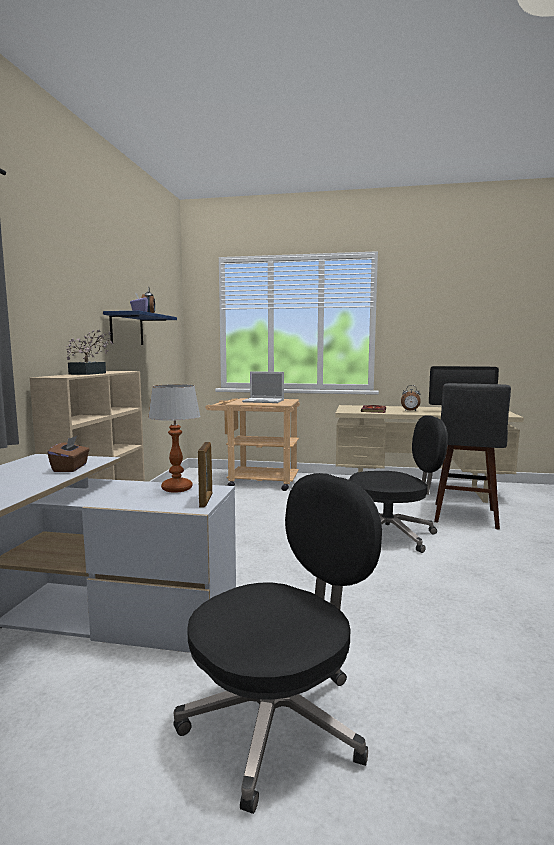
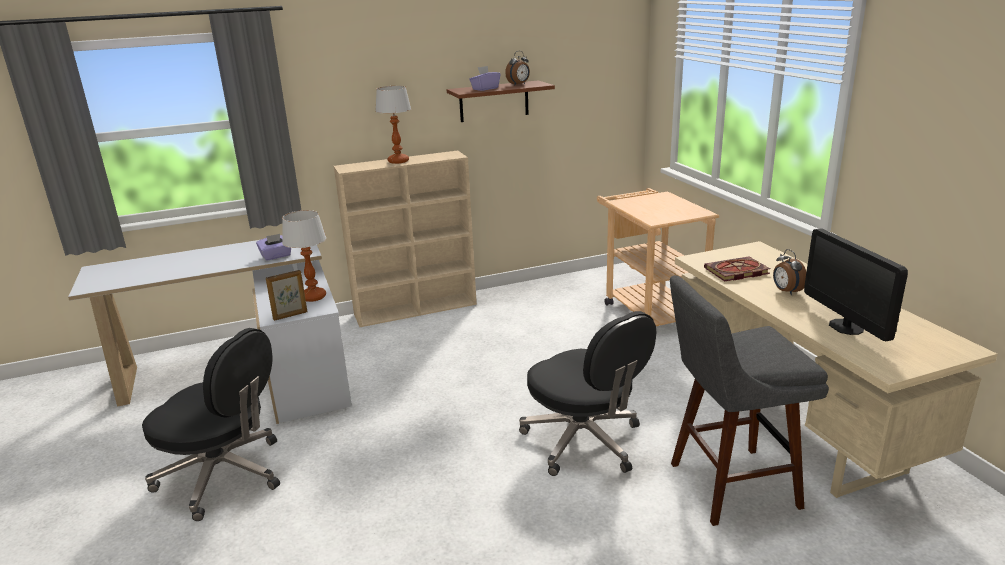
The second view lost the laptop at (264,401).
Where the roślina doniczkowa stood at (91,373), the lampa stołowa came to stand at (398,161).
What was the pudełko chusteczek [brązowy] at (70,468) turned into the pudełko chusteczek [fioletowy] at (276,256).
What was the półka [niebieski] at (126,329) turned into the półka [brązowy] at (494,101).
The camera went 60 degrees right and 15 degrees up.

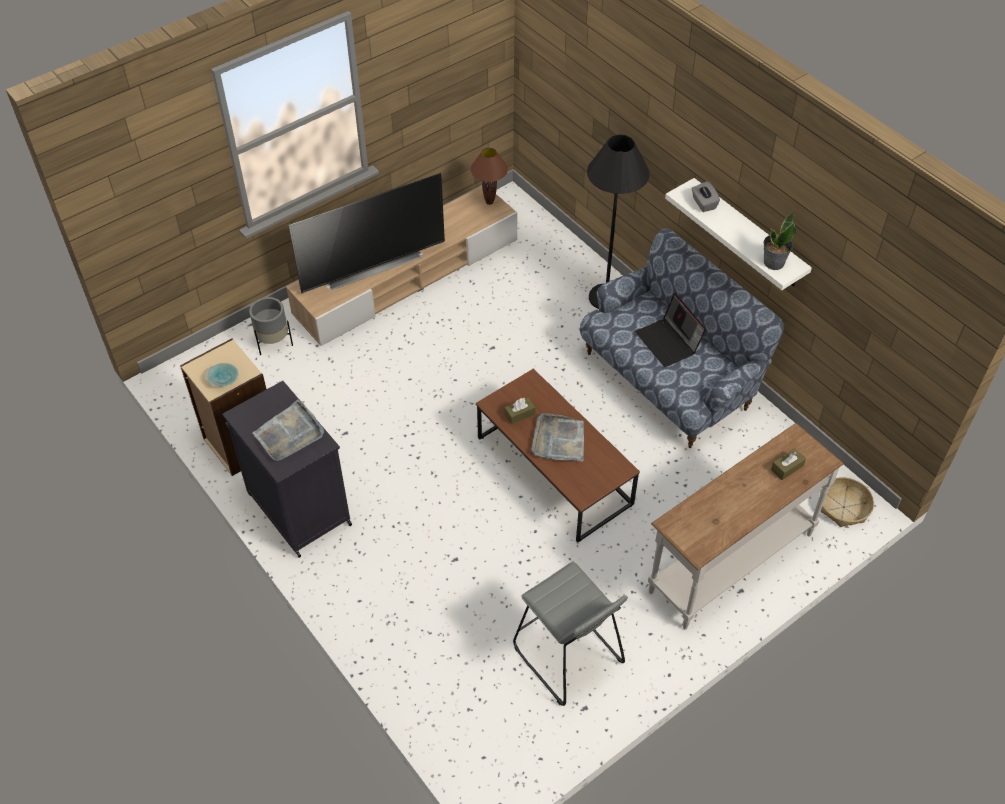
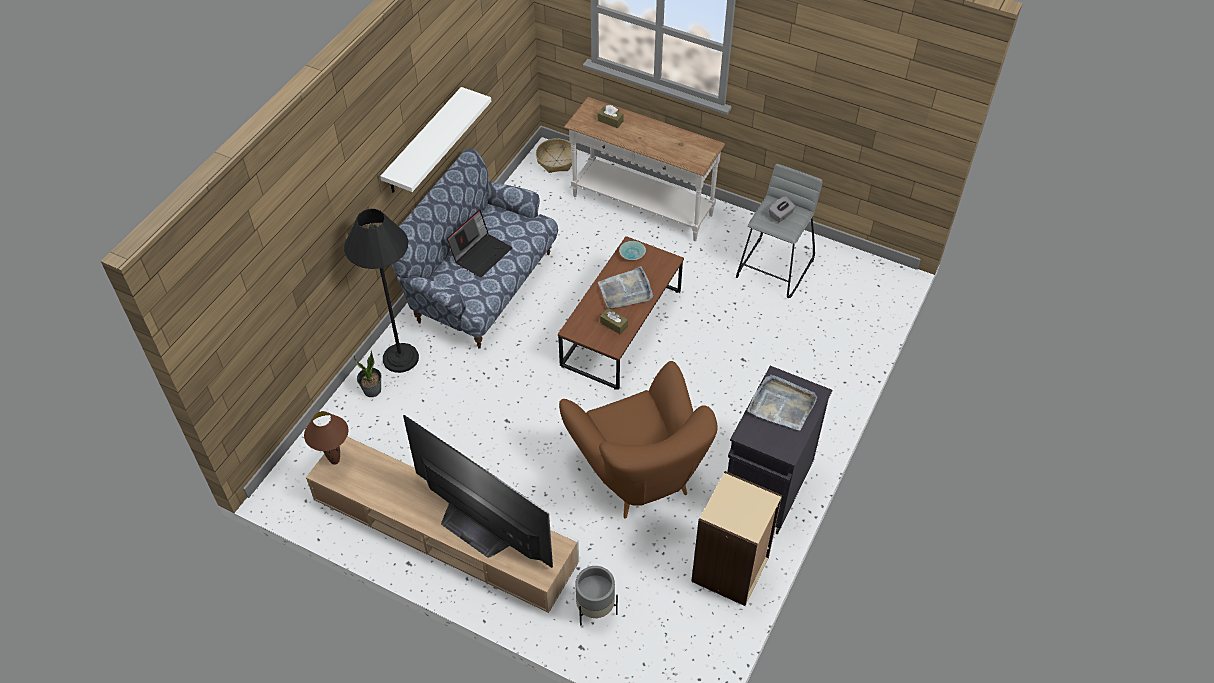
The second view gained the fotel [brązowy] at (639,475).
The miska [turkusowy] ended up elsewhere, having gone from (223,378) to (631,254).
The pudełko chusteczek [szary] ended up elsewhere, having gone from (703,203) to (781,215).
The roślina doniczkowa ended up elsewhere, having gone from (773,262) to (372,390).
The camera went 115 degrees left and 0 degrees up.

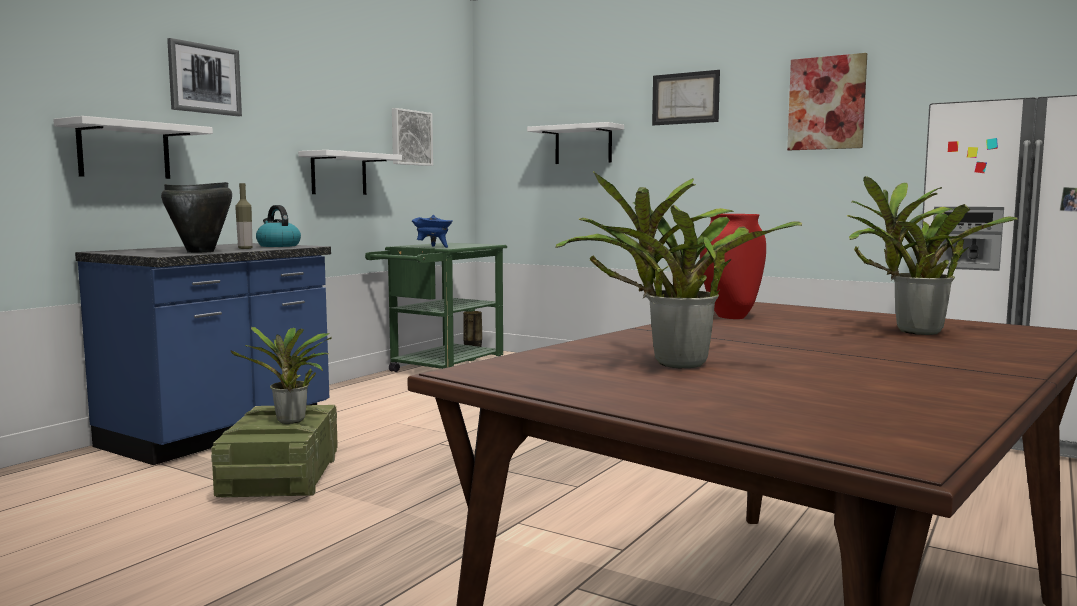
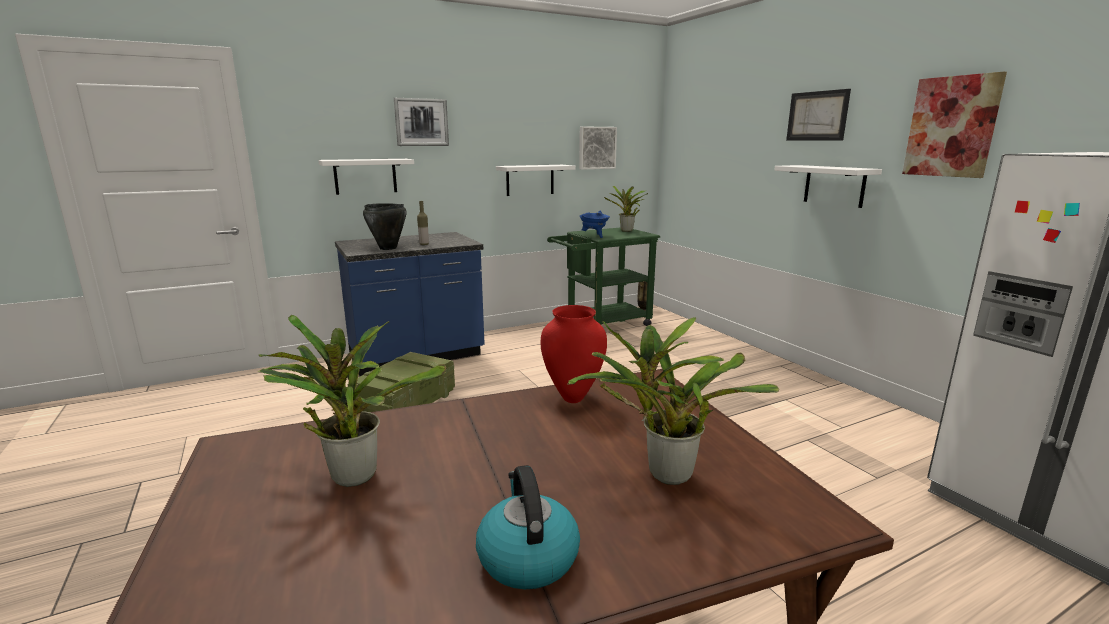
The roślina doniczkowa ended up elsewhere, having gone from (291,422) to (626,231).
The czajnik ended up elsewhere, having gone from (278,246) to (527,556).
The półka [biały] ended up elsewhere, having gone from (583,145) to (834,185).
The camera went 30 degrees right and 10 degrees up.

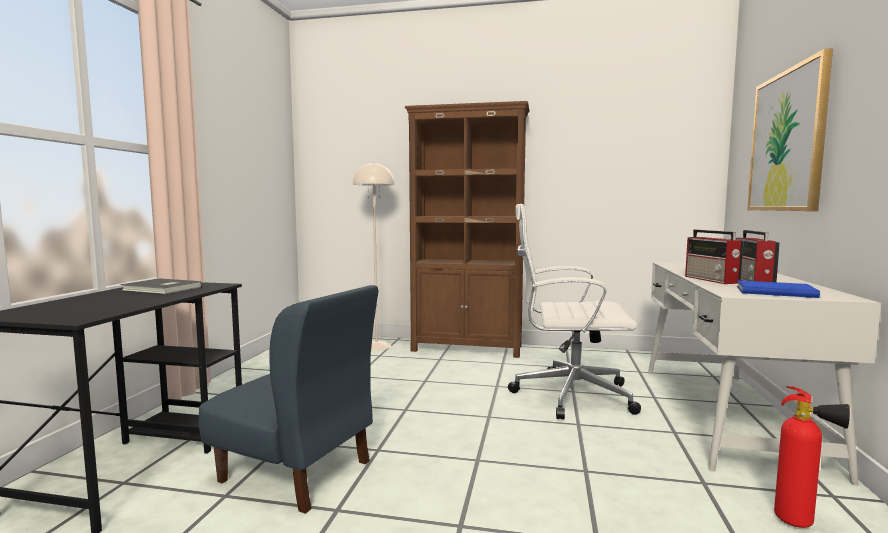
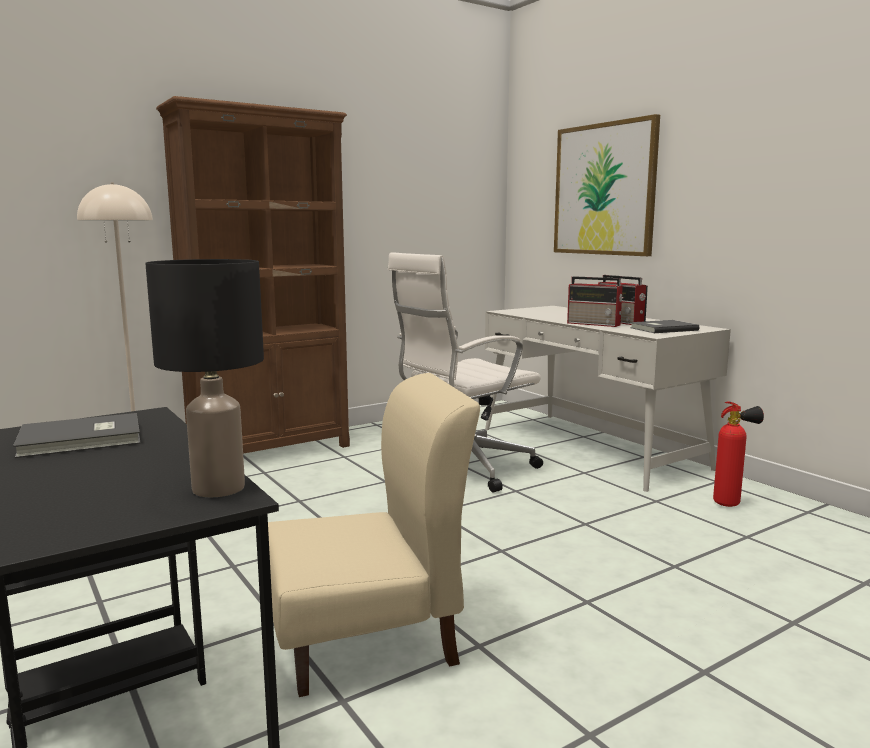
The second view gained the lampa stołowa [czarny] at (220,488).
What was the krzesło [niebieski] at (296,471) turned into the krzesło [beżowy] at (366,640).
What was the książka [niebieski] at (773,291) turned into the książka [szary] at (662,329).
The camera went 45 degrees left and 5 degrees up.

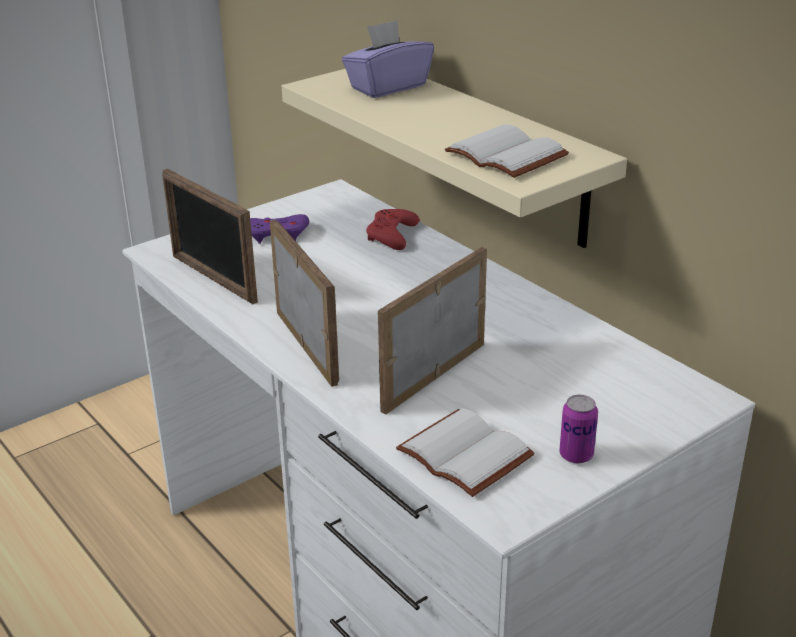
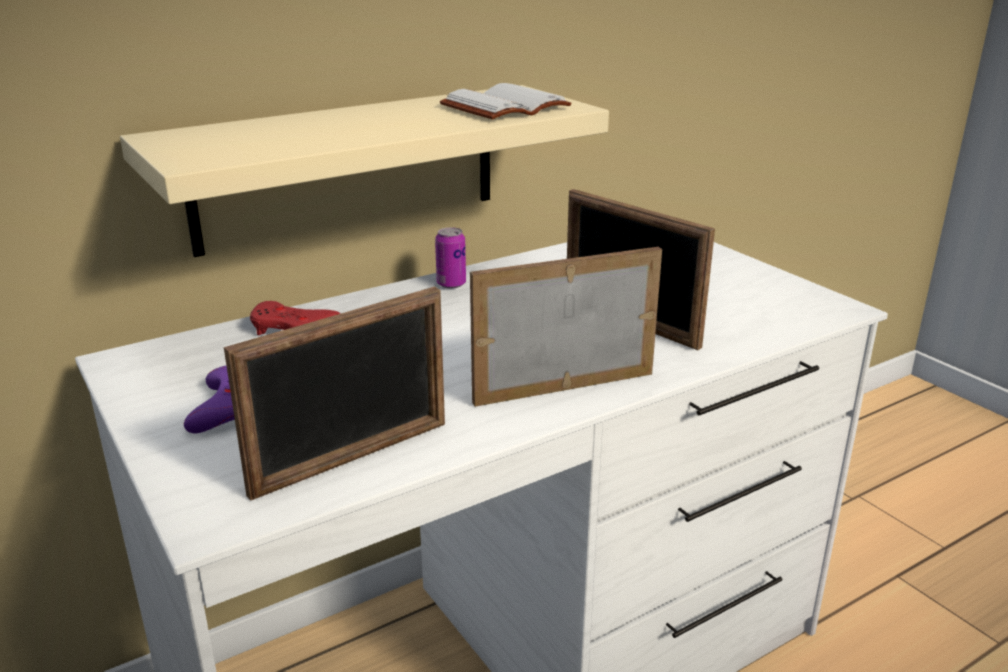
The second view lost the pudełko chusteczek [fioletowy] at (387,87).
The second view lost the książka [biały] at (461,455).
The puszka ended up elsewhere, having gone from (576,455) to (451,284).
The camera went 85 degrees left and 5 degrees down.

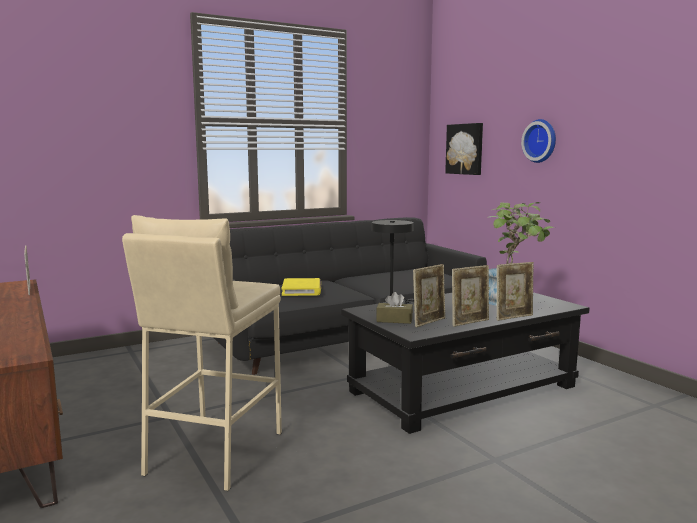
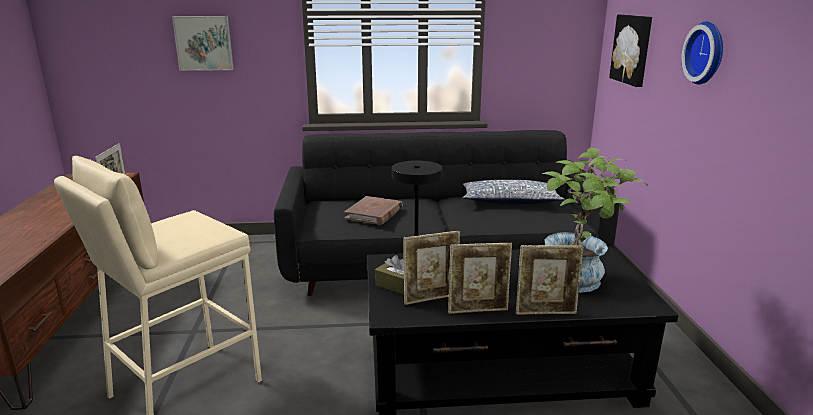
The second view gained the obraz at (204,43).
The second view gained the poduszka at (509,201).
What was the książka [żółty] at (302,290) turned into the książka [brązowy] at (374,213).
The camera went 25 degrees right and 10 degrees up.

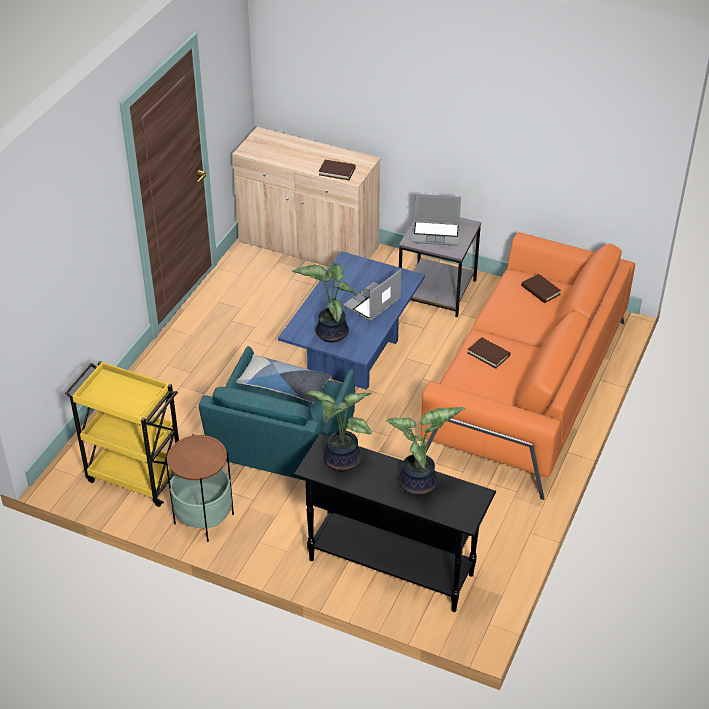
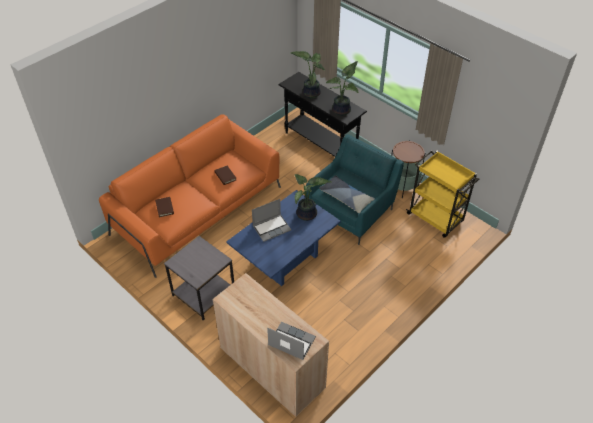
The second view lost the książka [brązowy] at (337,171).
The laptop ended up elsewhere, having gone from (436,234) to (291,342).
The camera went 160 degrees left and 5 degrees up.

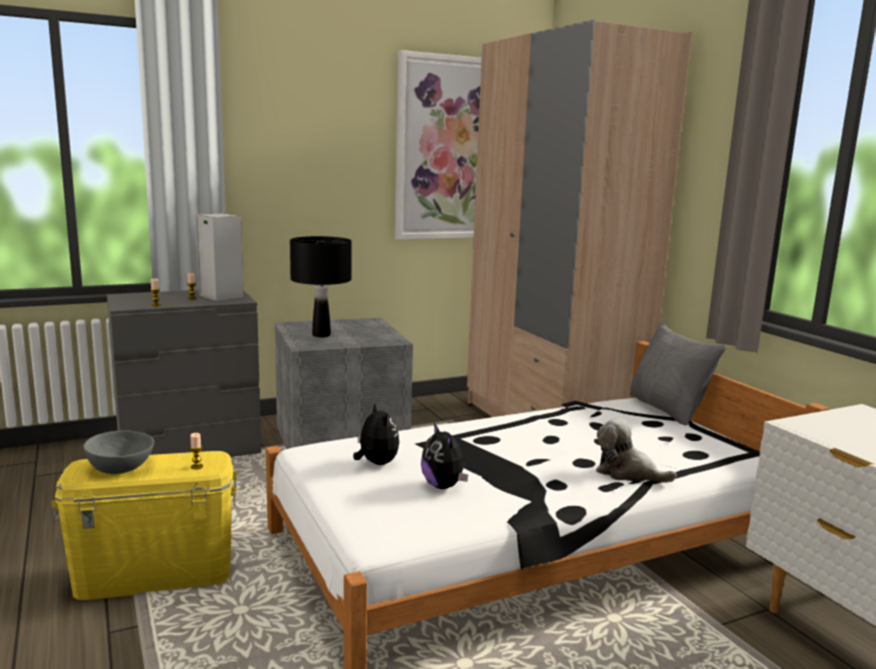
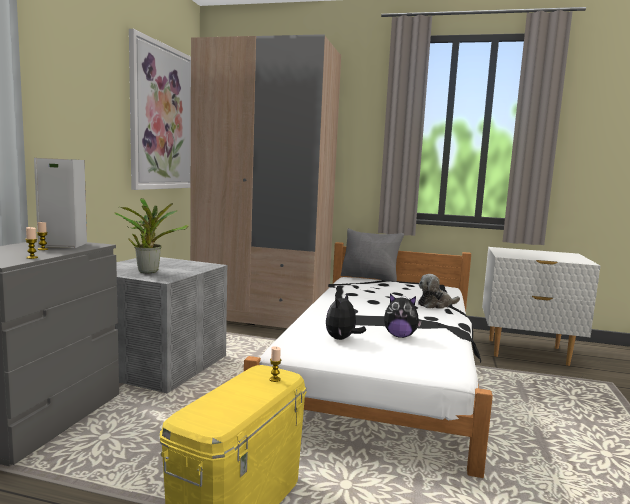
The second view lost the miska [szary] at (119,468).
Where the lampa stołowa [czarny] stood at (321,335), the roślina doniczkowa came to stand at (148,271).
The pluszak at (376,463) ended up facing another way, 75 degrees counterclockwise from before.
The camera went 50 degrees left and 5 degrees down.

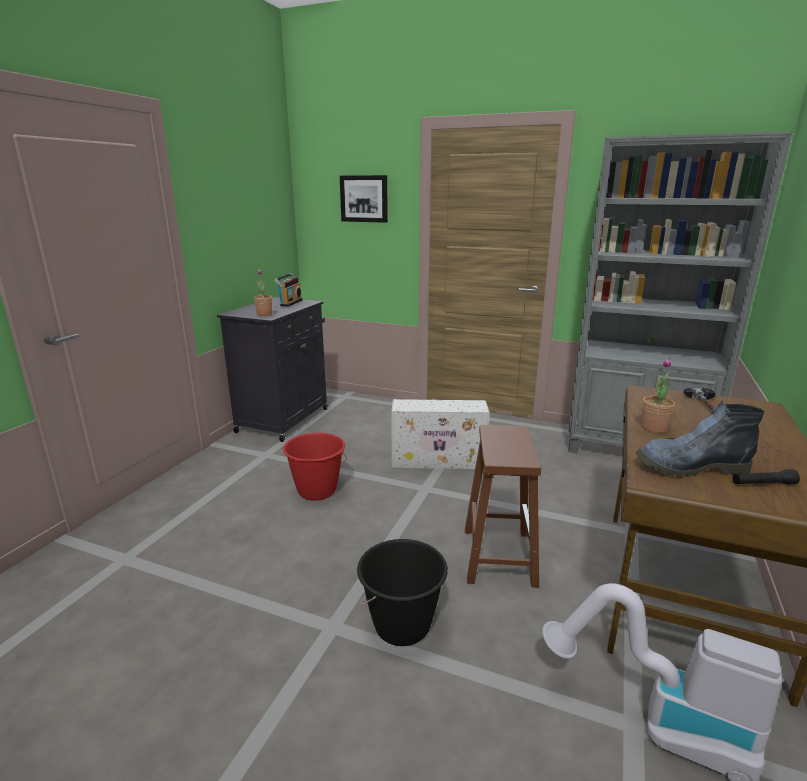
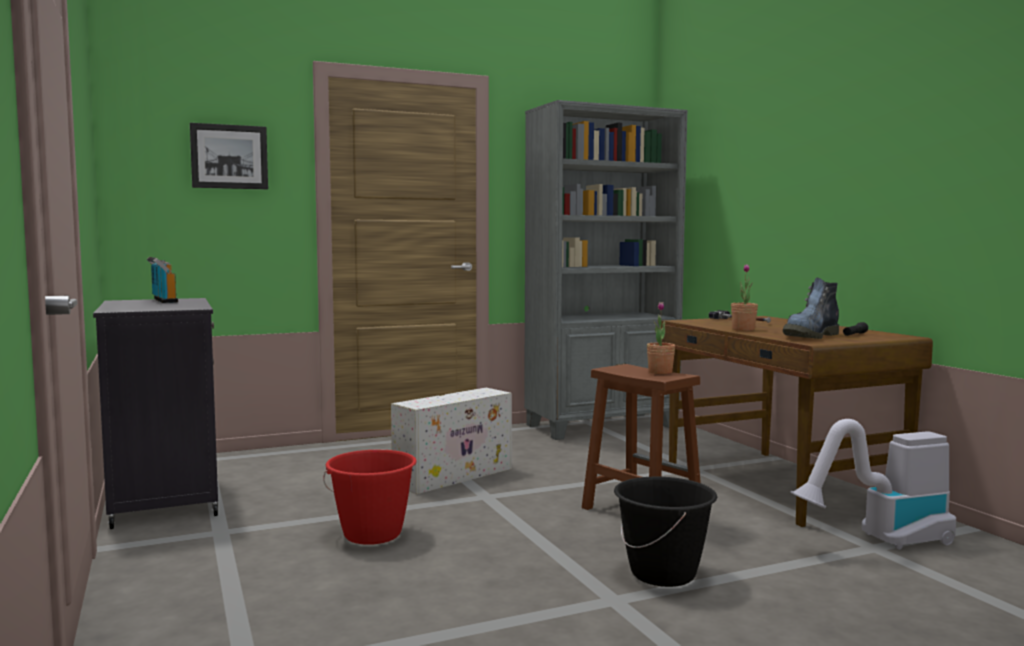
The roślina doniczkowa ended up elsewhere, having gone from (264,314) to (660,372).
The camera went 45 degrees left and 15 degrees down.

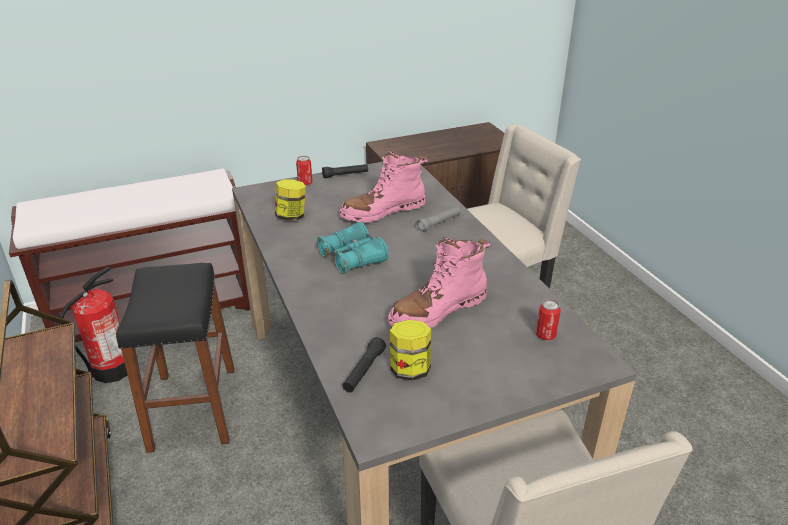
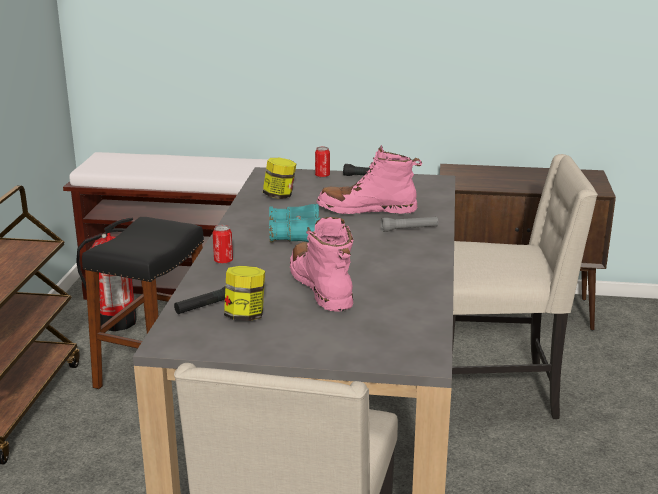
The puszka ended up elsewhere, having gone from (545,335) to (223,261).
The but z cholewką [różowy] at (438,311) ended up facing another way, 75 degrees clockwise from before.
The camera went 30 degrees right and 10 degrees down.

